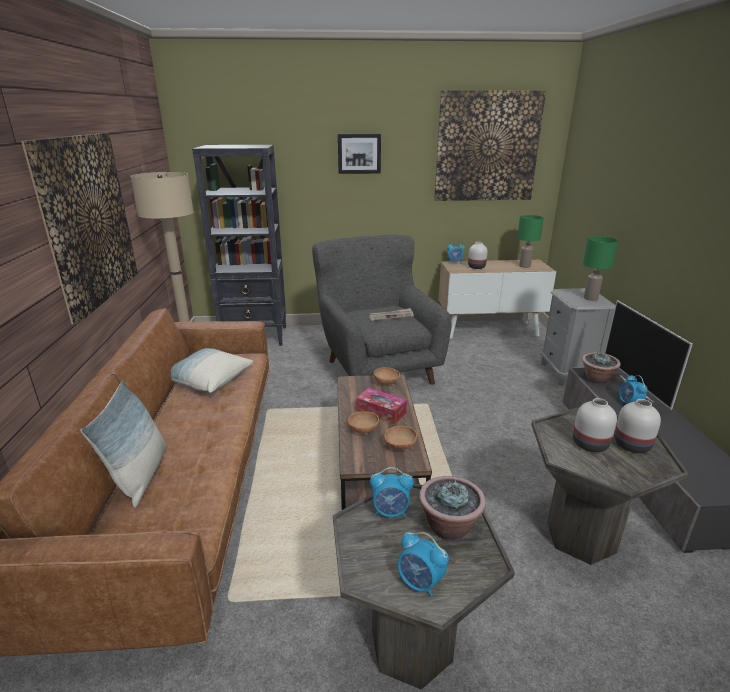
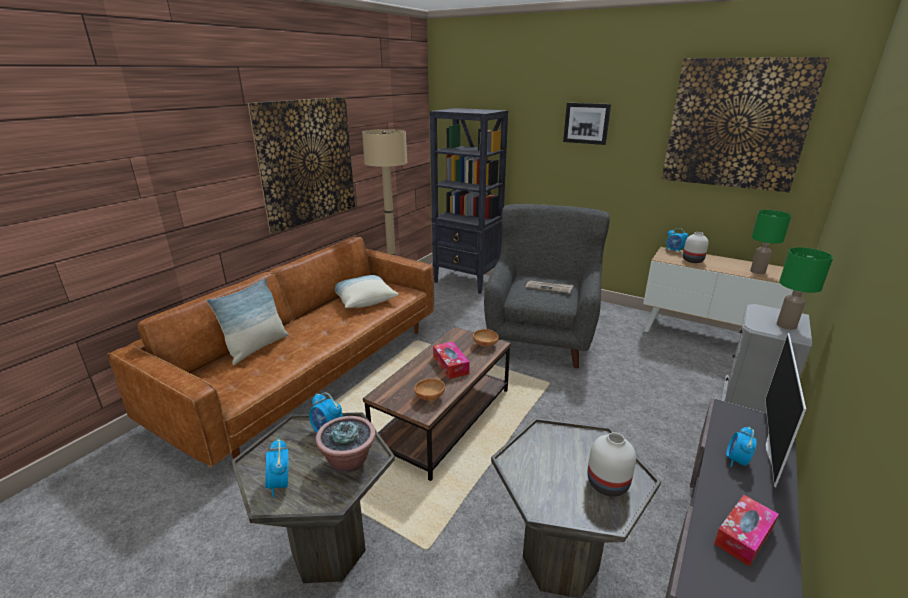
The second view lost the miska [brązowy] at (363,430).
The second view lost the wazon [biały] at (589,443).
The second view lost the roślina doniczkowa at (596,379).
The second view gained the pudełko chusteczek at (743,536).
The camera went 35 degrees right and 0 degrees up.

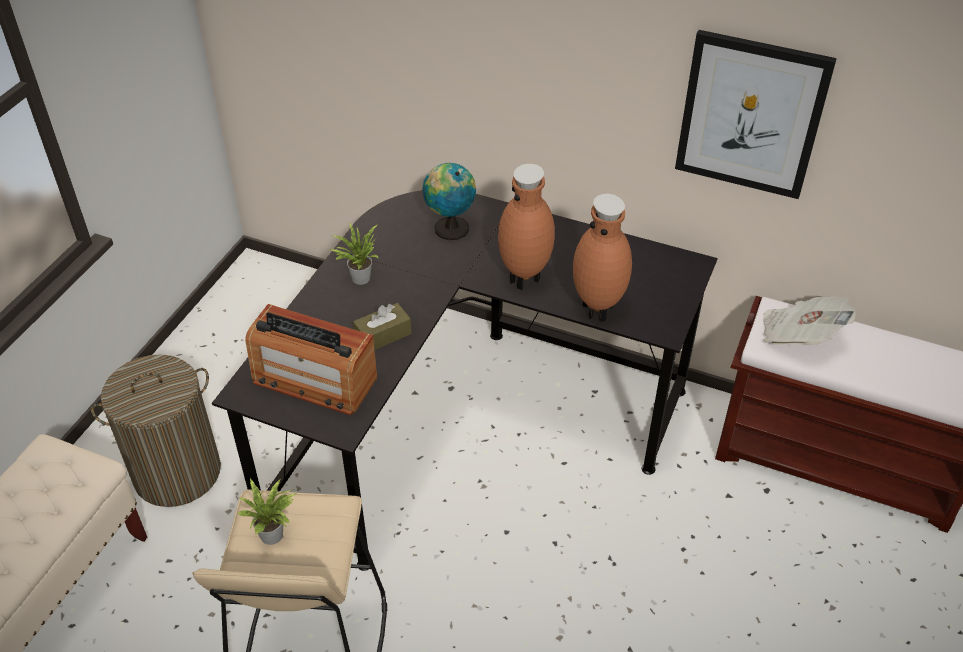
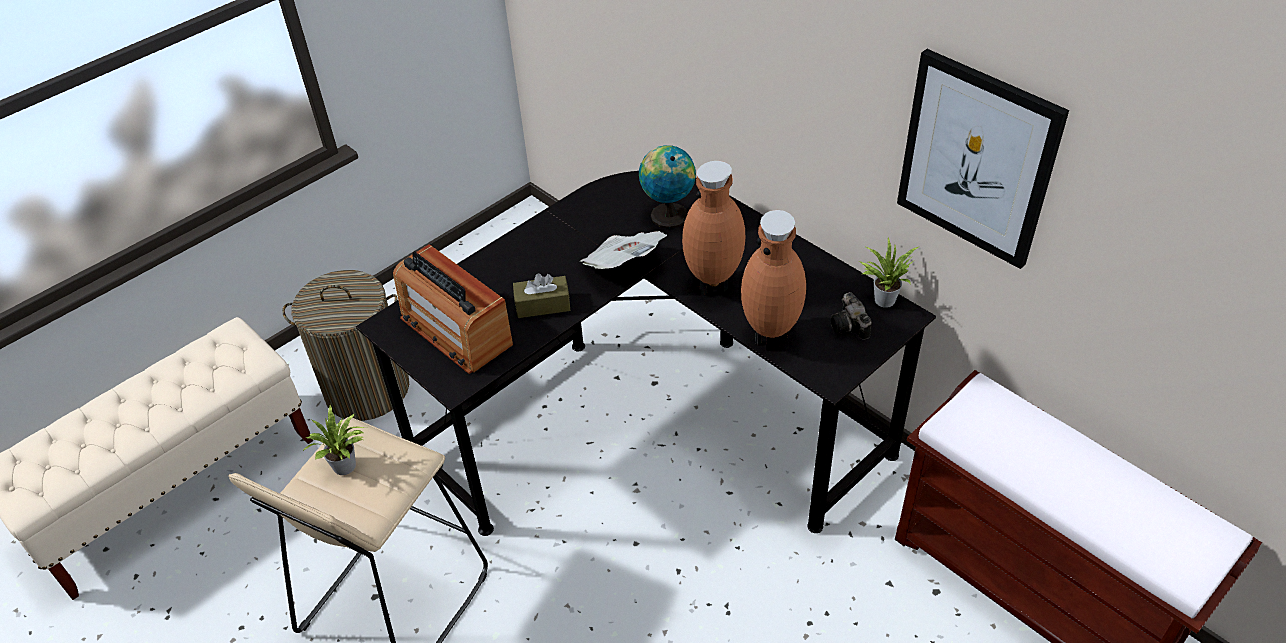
The second view gained the aparat fotograficzny at (850,327).
The roślina doniczkowa ended up elsewhere, having gone from (359,277) to (882,298).
The gazeta ended up elsewhere, having gone from (799,336) to (624,265).
The camera went 25 degrees right and 0 degrees up.

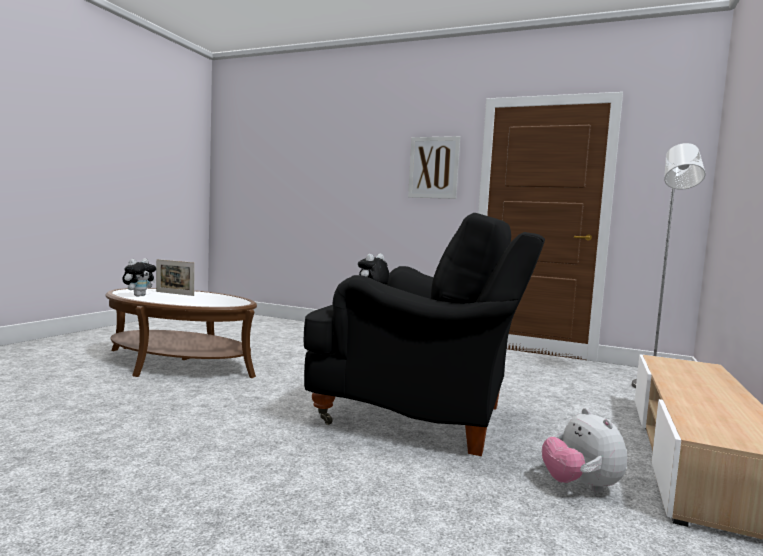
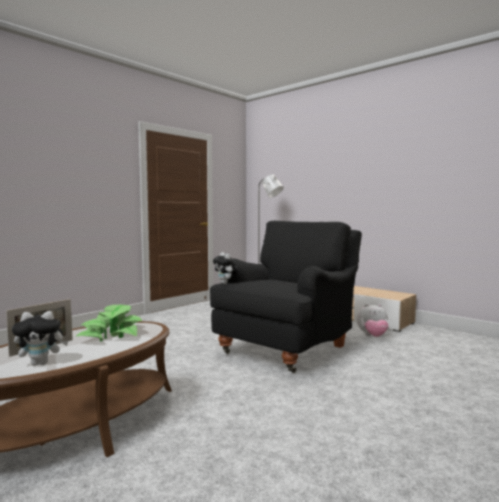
The second view lost the obraz at (433,167).
The second view gained the roślina doniczkowa at (112,334).
The pluszak at (139,295) ended up facing another way, 120 degrees clockwise from before.
The camera went 70 degrees left and 0 degrees up.

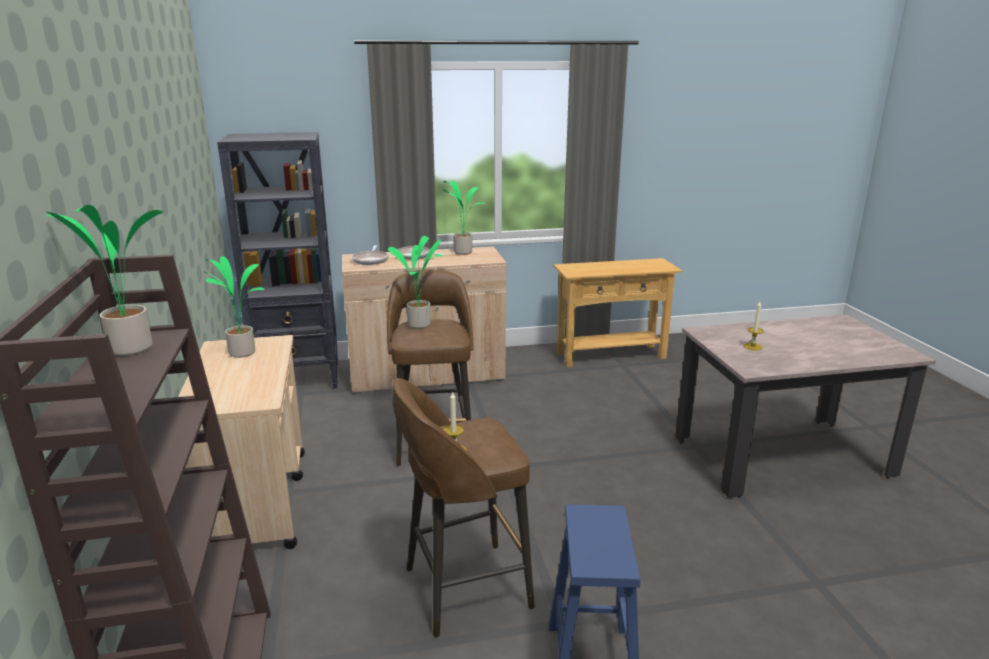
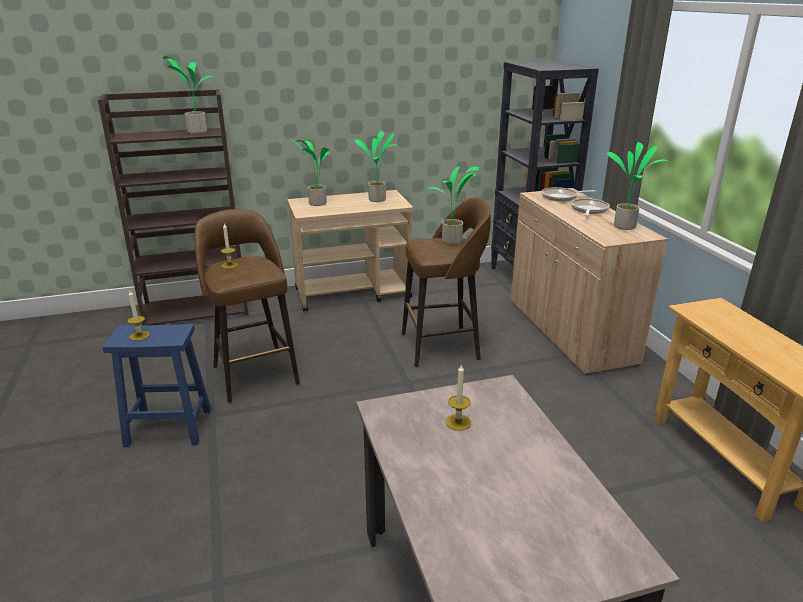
The second view gained the świeca at (139,335).
The second view gained the roślina doniczkowa at (316,203).
The camera went 85 degrees right and 5 degrees up.

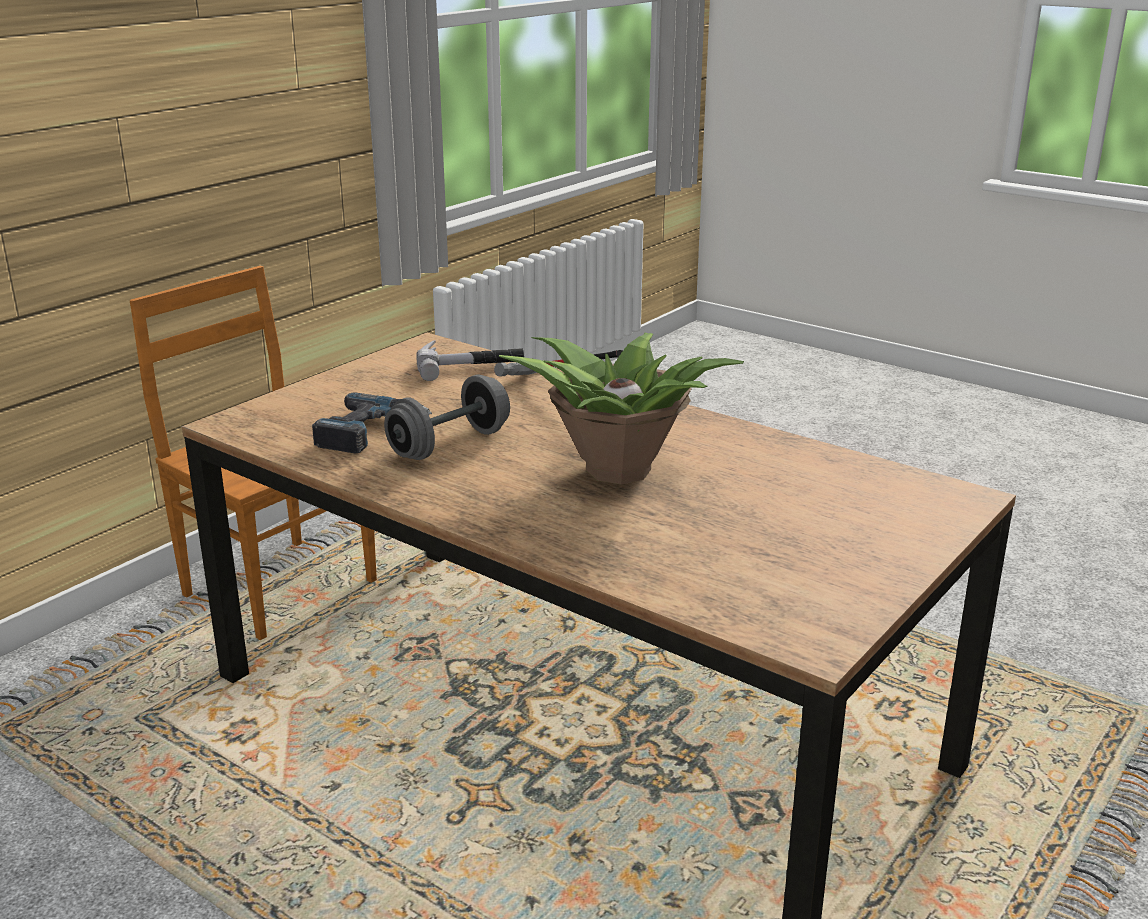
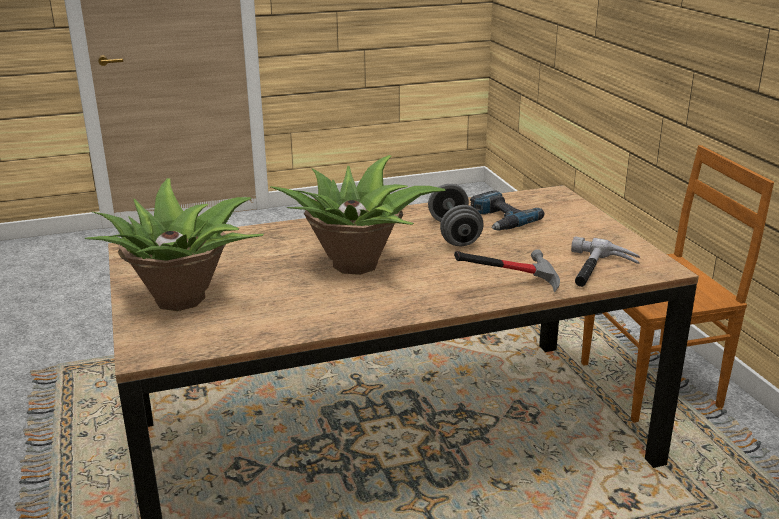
The second view gained the roślina doniczkowa at (182,298).
The camera went 125 degrees right and 0 degrees up.

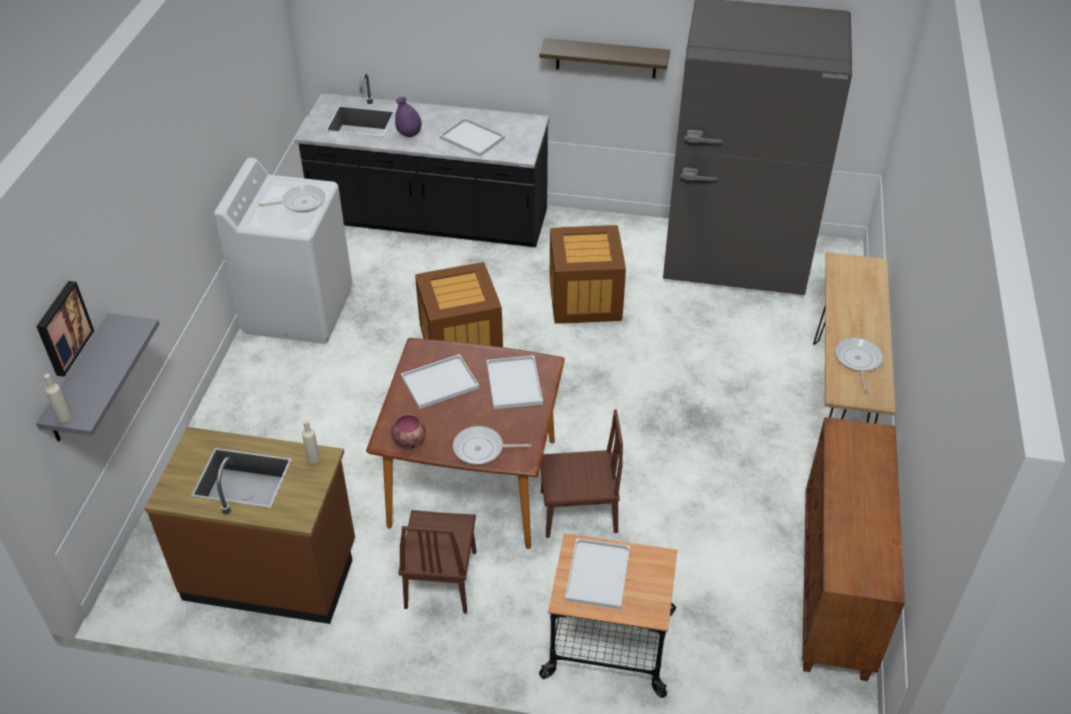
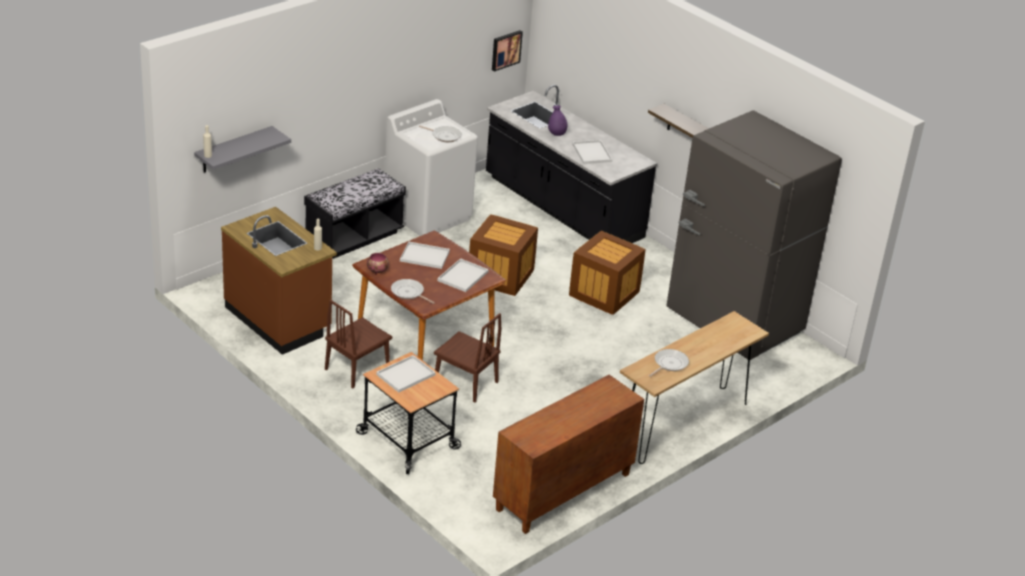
The second view gained the ławka [czarny] at (354,237).
The obraz ended up elsewhere, having gone from (62,328) to (505,50).
The camera went 35 degrees right and 10 degrees down.

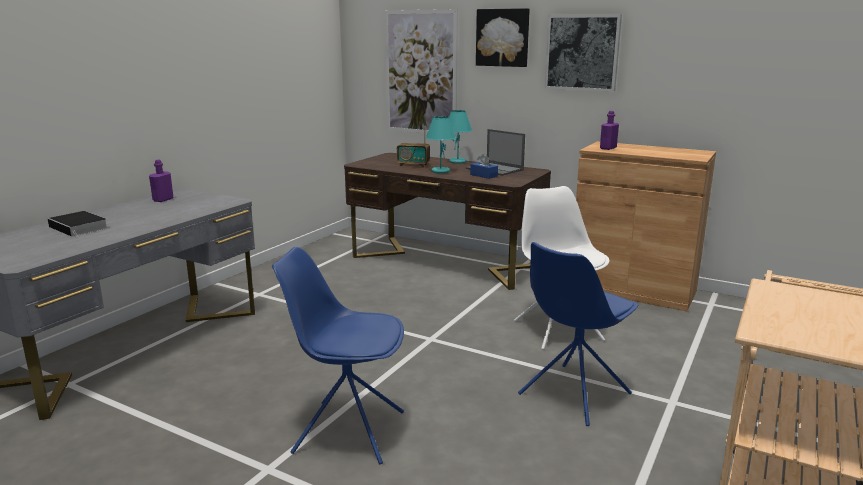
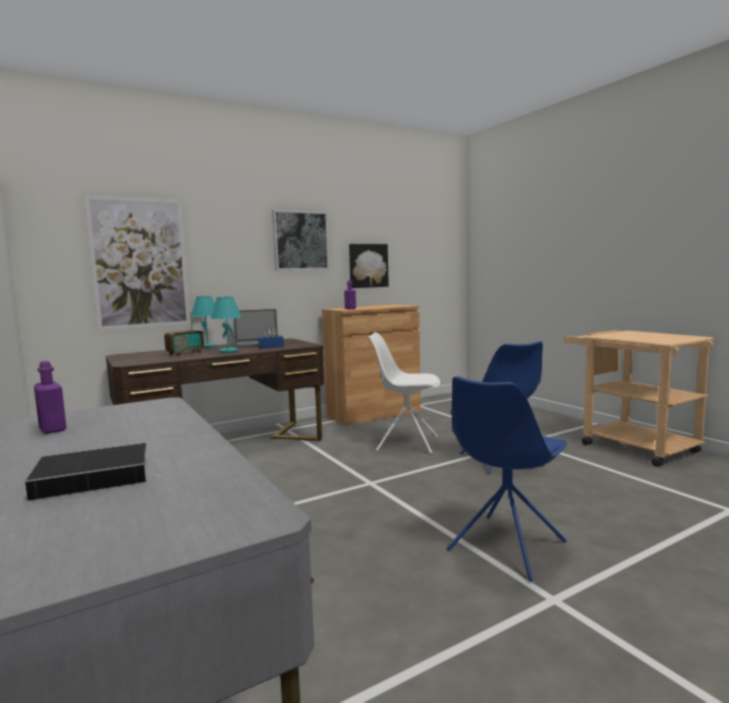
The obraz ended up elsewhere, having gone from (503,37) to (368,265).
The camera went 60 degrees left and 10 degrees down.

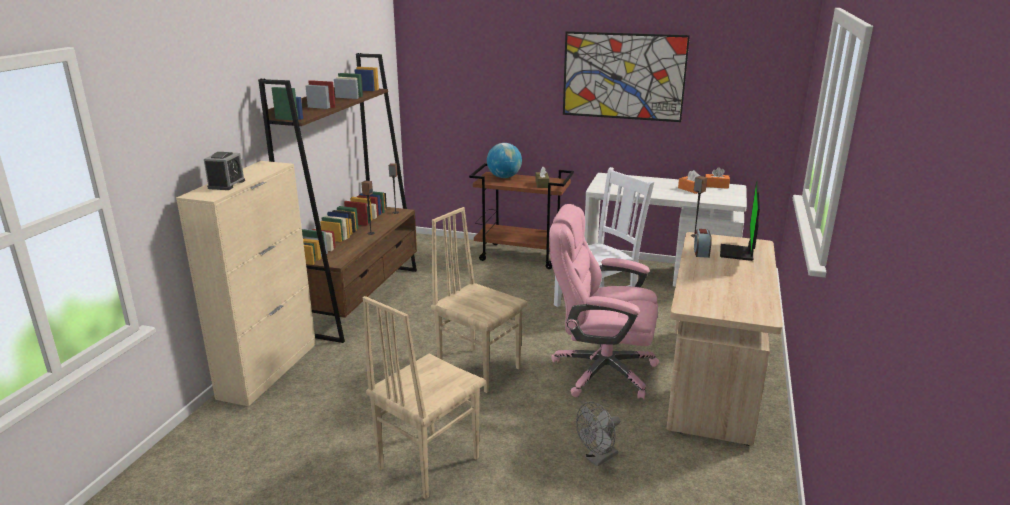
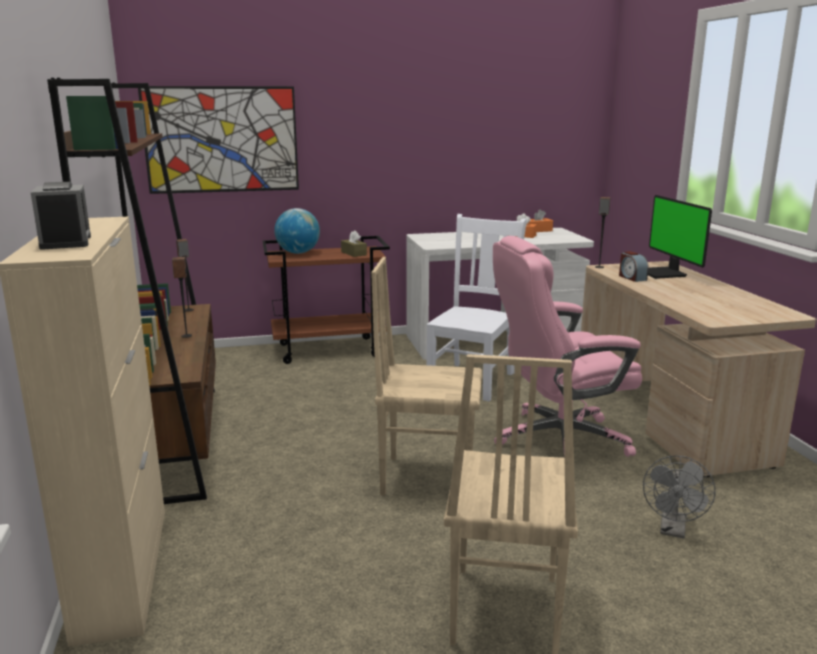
The obraz ended up elsewhere, having gone from (623,76) to (221,140).
The camera went 30 degrees left and 5 degrees down.

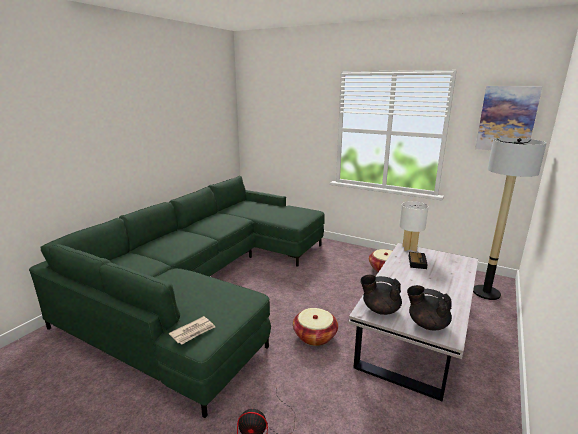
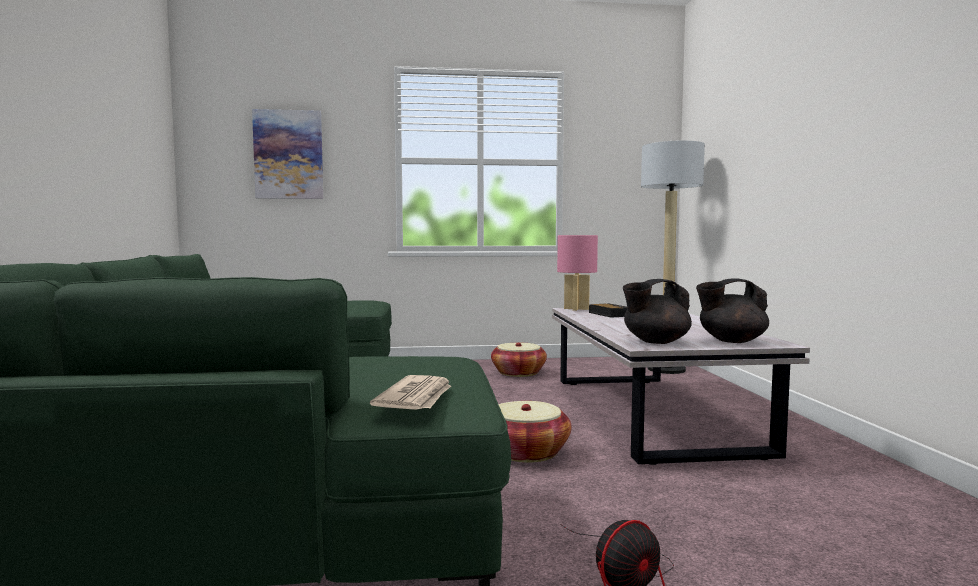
The obraz ended up elsewhere, having gone from (506,119) to (288,155).
What was the lampa stołowa [biały] at (409,248) turned into the lampa stołowa [różowy] at (576,309).
The camera went 35 degrees left and 15 degrees down.

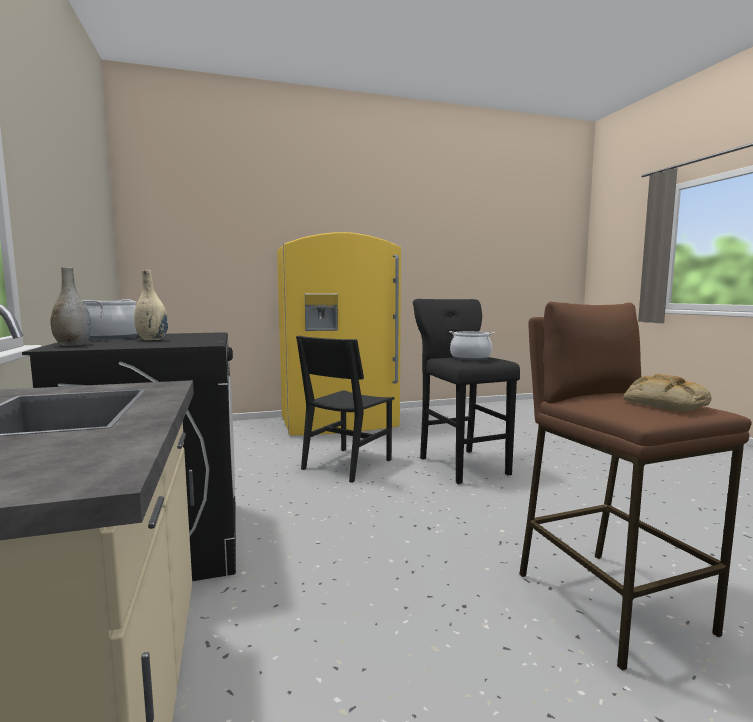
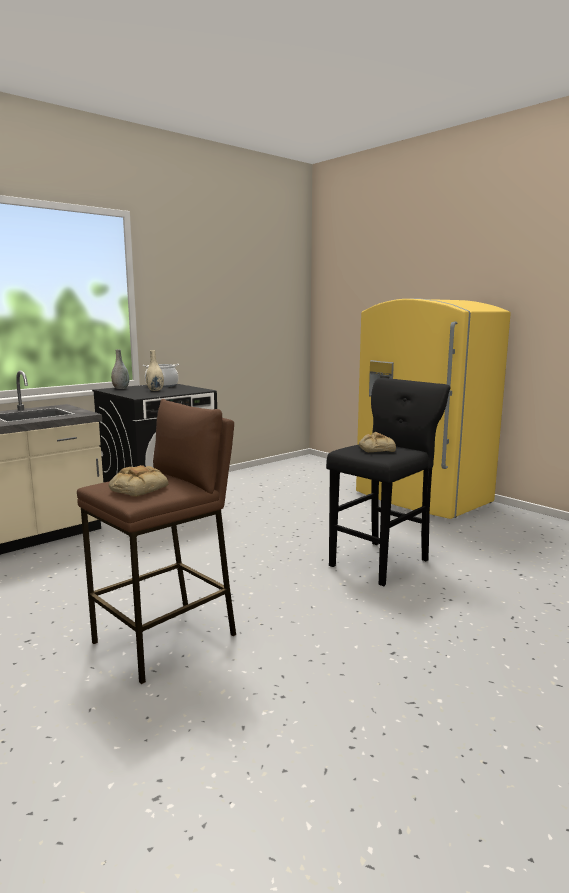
The second view lost the krzesło [czarny] at (347,464).
Where the garnek stood at (470,358), the chleb came to stand at (376,448).
The camera went 65 degrees right and 5 degrees up.

